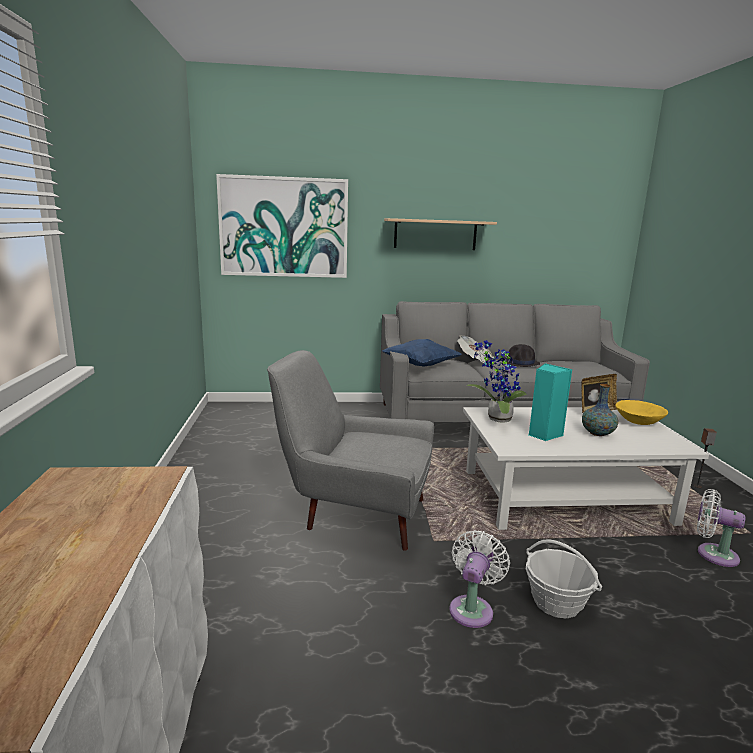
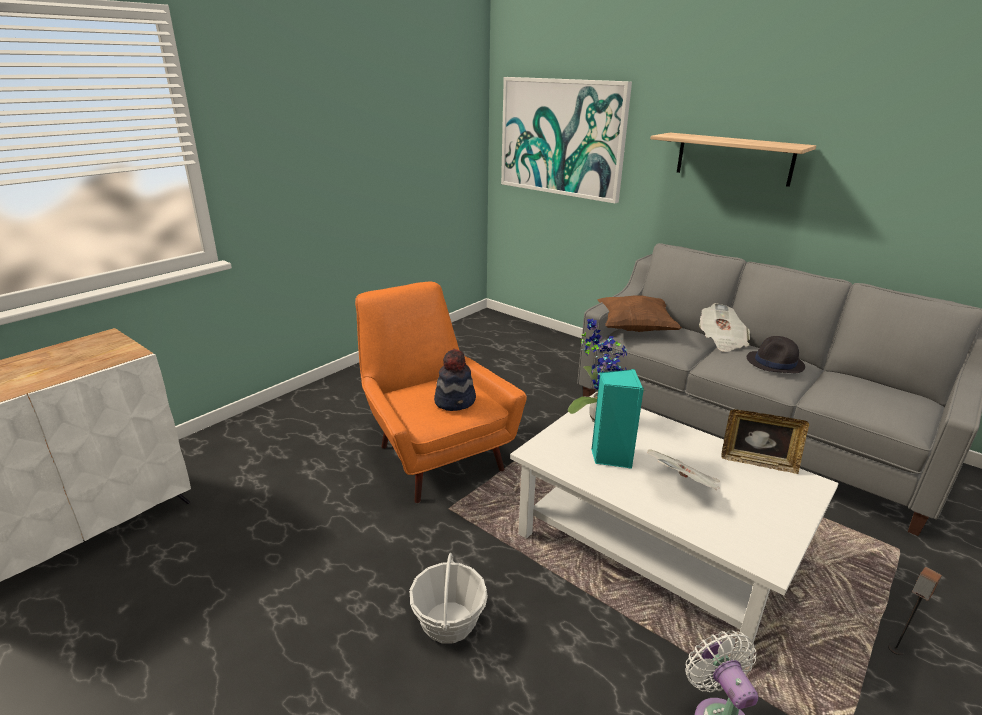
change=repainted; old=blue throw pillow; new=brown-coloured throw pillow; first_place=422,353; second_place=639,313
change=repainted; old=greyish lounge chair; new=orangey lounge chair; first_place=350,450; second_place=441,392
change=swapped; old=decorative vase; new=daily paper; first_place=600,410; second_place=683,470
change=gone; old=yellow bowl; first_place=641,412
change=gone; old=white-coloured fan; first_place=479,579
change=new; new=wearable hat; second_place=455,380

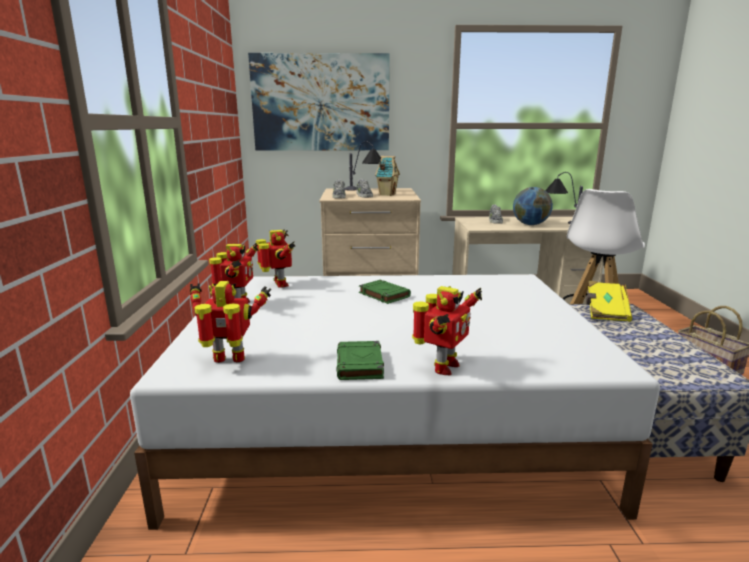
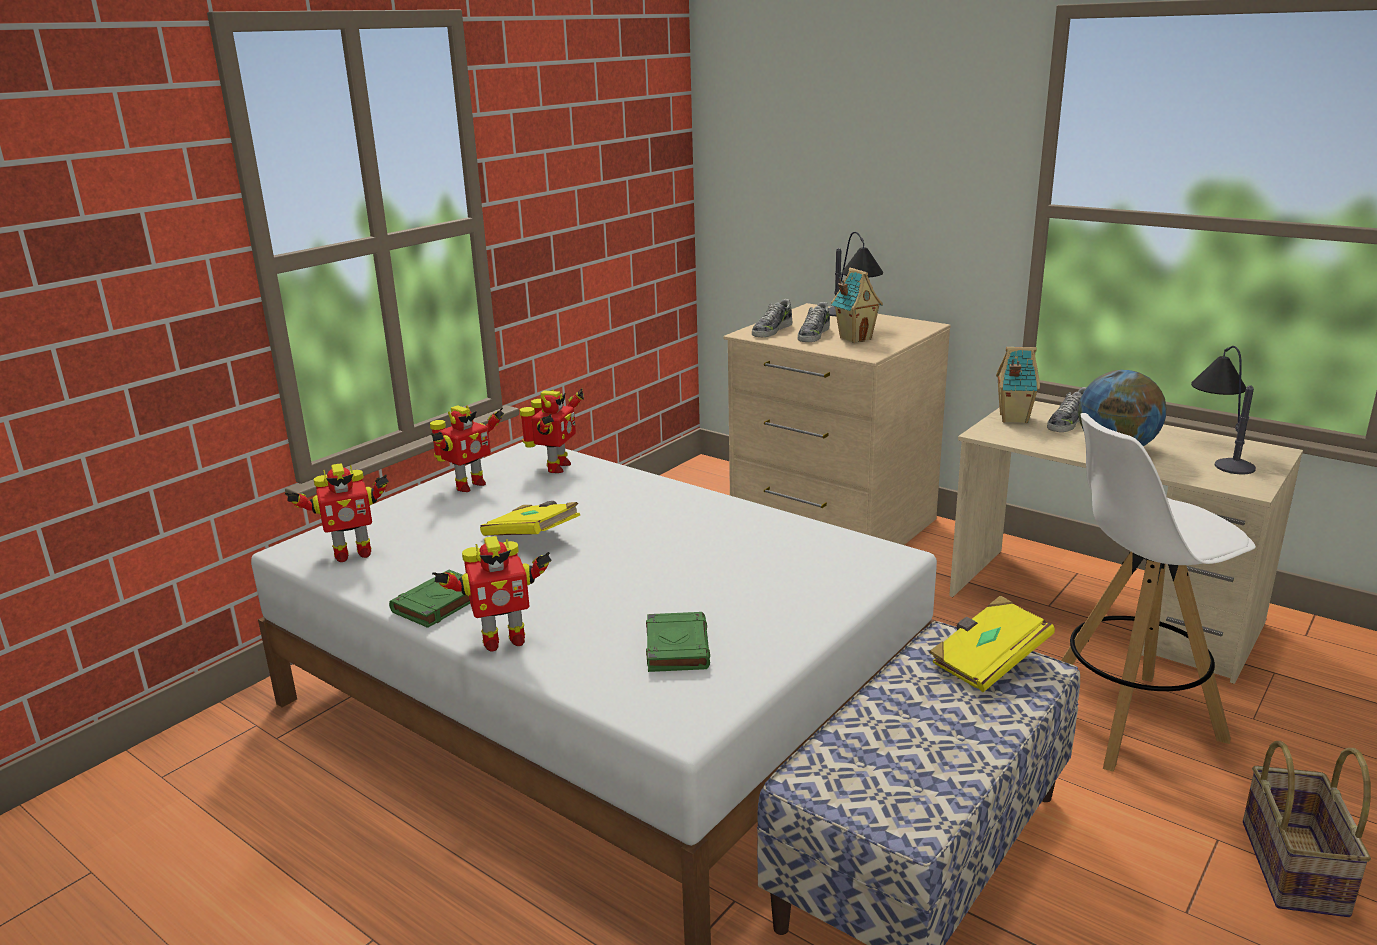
change=gone; old=picture; first_place=319,102
change=shifted; old=green-coloured book; first_place=385,292; second_place=678,642
change=rotated; old=robot figure; first_place=230,322; second_place=337,512; degrees=120
change=new; new=miniature house; second_place=1018,385
change=new; new=yellow book; second_place=530,518

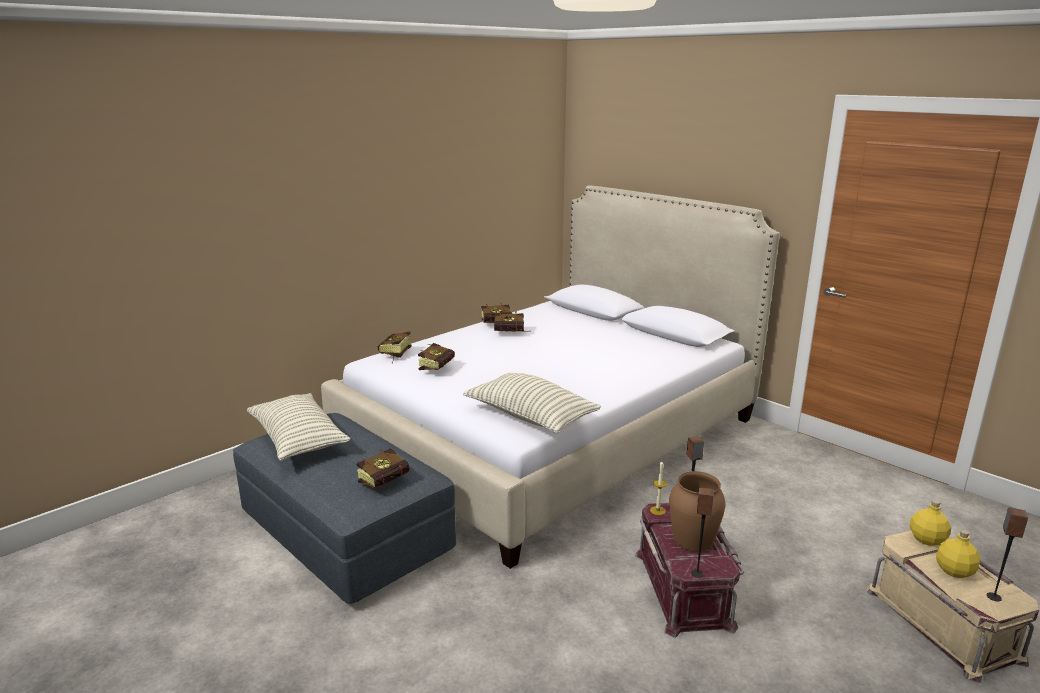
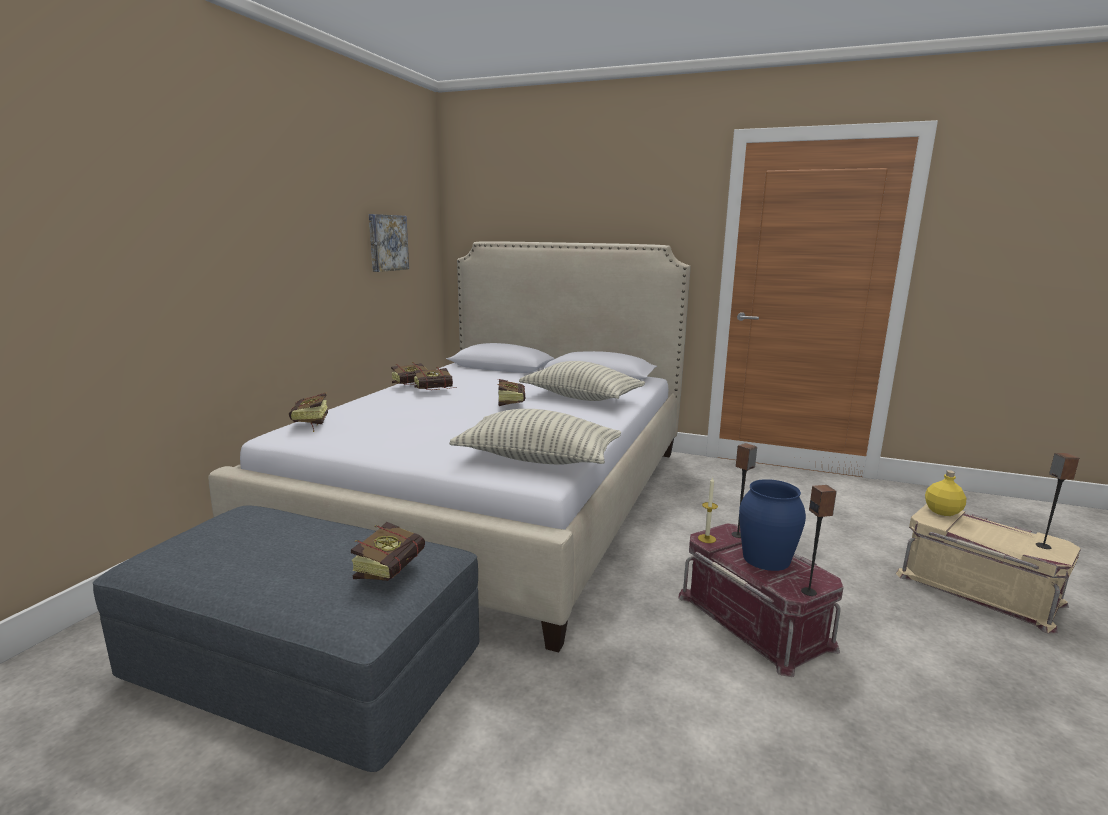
change=shifted; old=book; first_place=436,356; second_place=511,392
change=shifted; old=throw pillow; first_place=299,427; second_place=582,381
change=repainted; old=brown-coloured decorative vase; new=blue decorative vase; first_place=697,511; second_place=772,525
change=gone; old=yellow drink bottle; first_place=958,553
change=new; new=picture; second_place=389,243

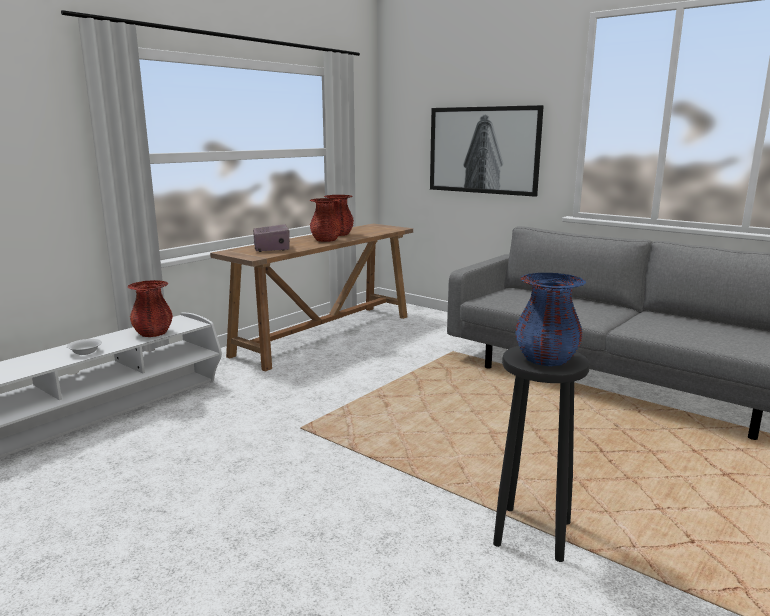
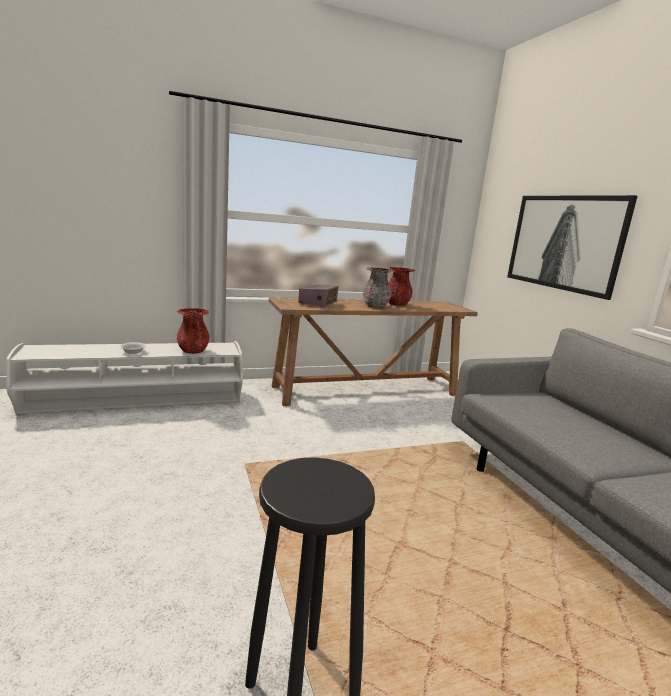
change=repainted; old=reddish decorative vase; new=greyish decorative vase; first_place=325,220; second_place=378,287
change=gone; old=blue decorative vase; first_place=551,319

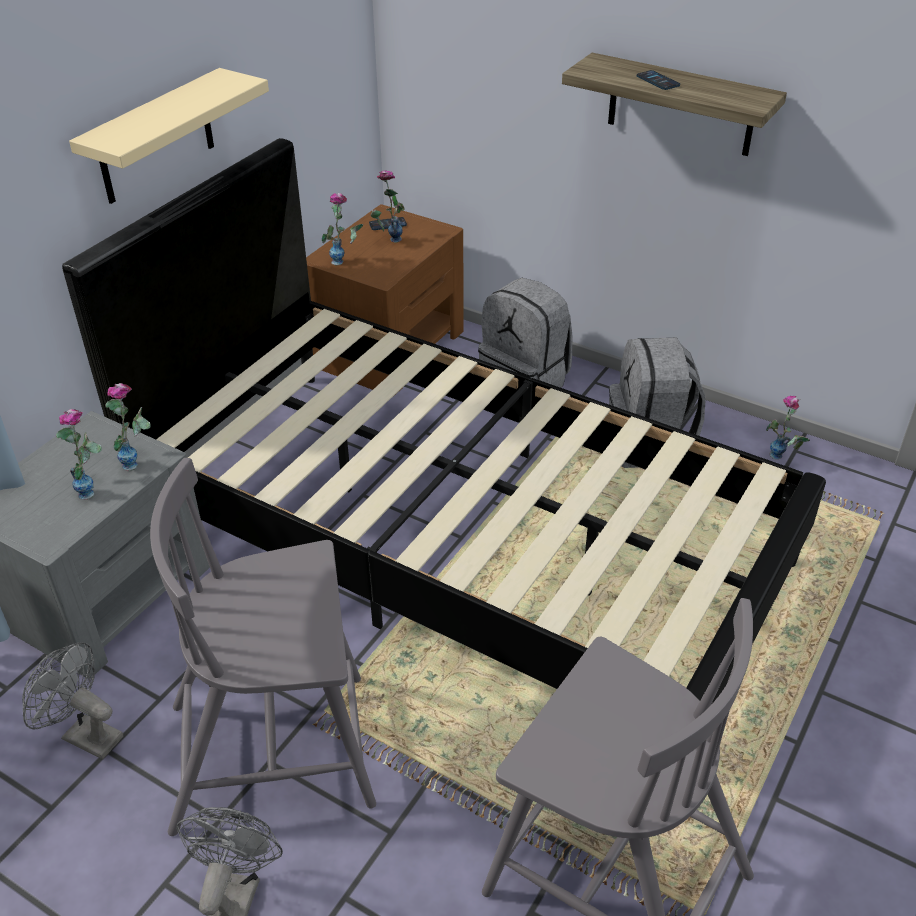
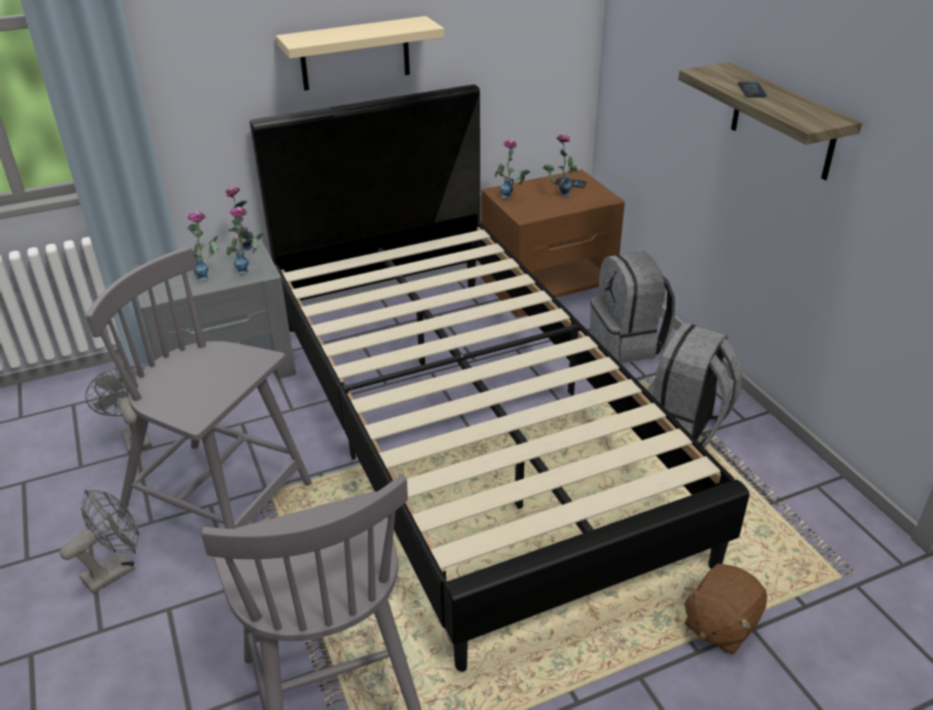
change=shifted; old=decorative vase; first_place=788,427; second_place=239,218
change=new; new=brown-coloured plush toy; second_place=725,609

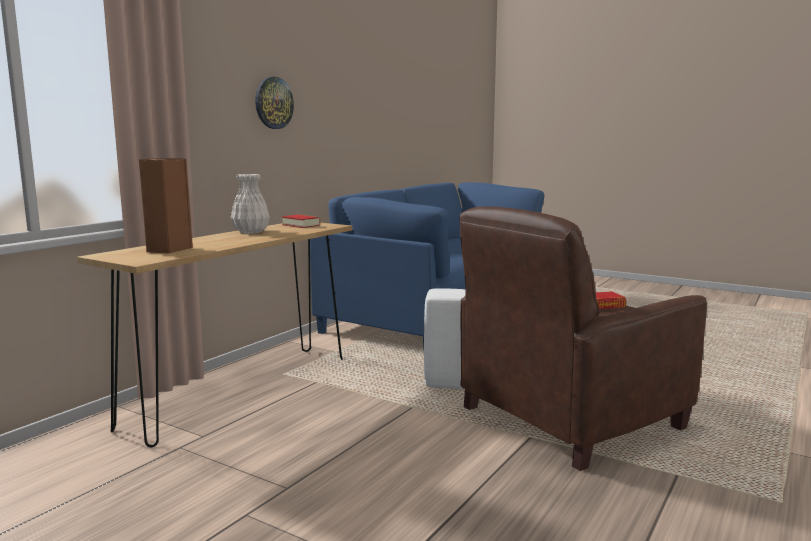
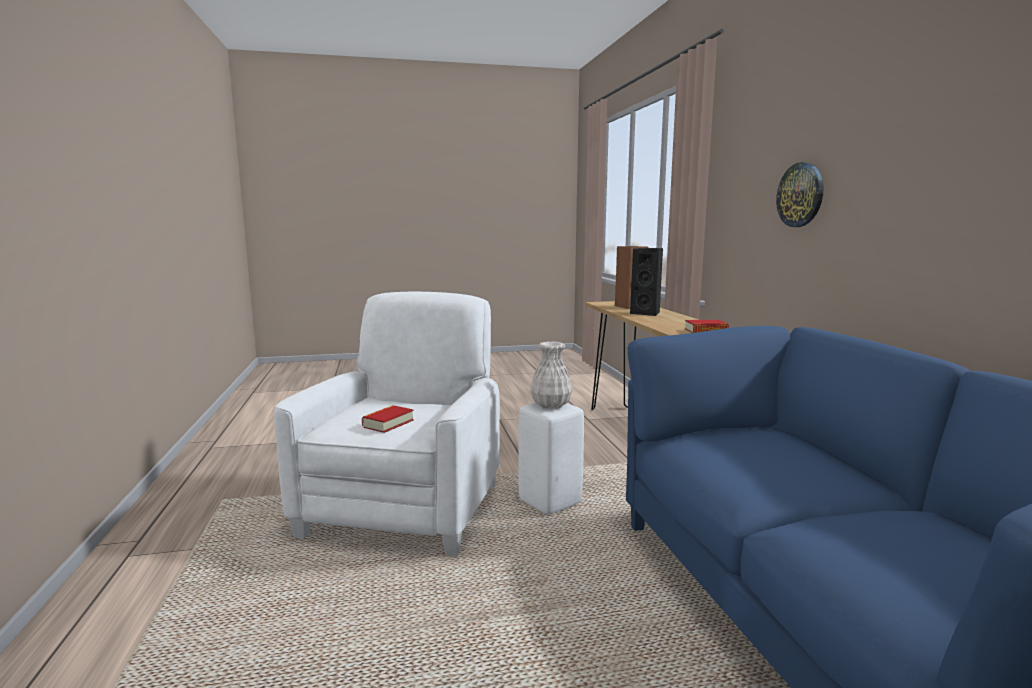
change=shifted; old=white-coloured decorative vase; first_place=250,204; second_place=551,375
change=repainted; old=brown-coloured lounge chair; new=white-coloured lounge chair; first_place=583,338; second_place=387,424
change=new; new=blackish audio speaker; second_place=646,282

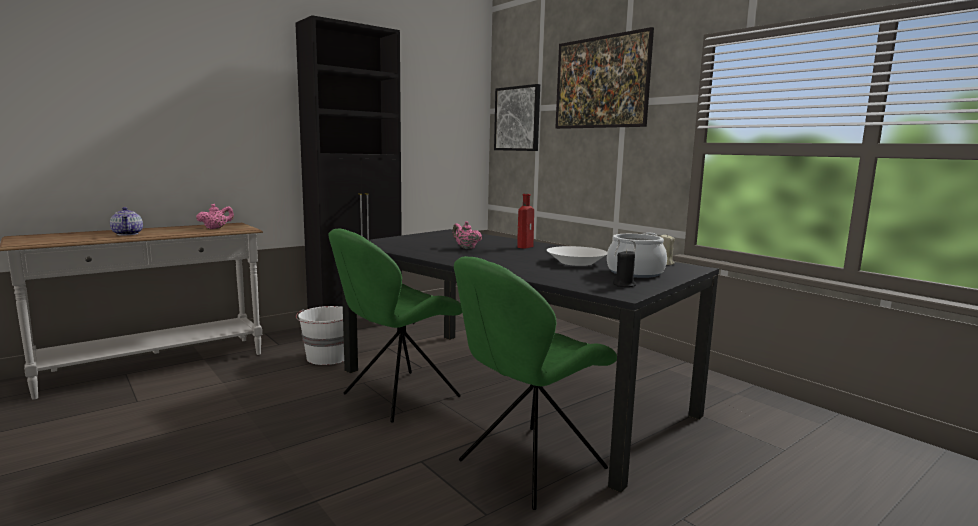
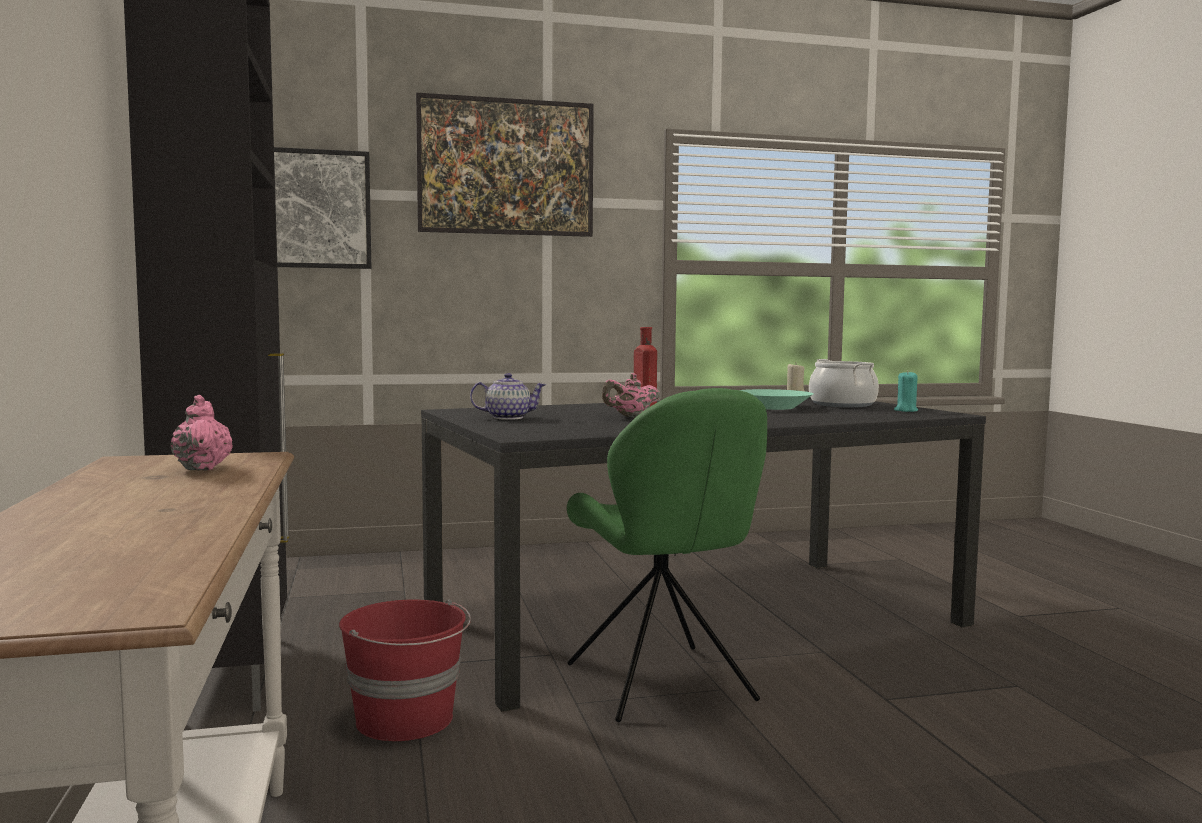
change=shifted; old=tea pot; first_place=126,221; second_place=508,396
change=repainted; old=white-coloured bowl; new=turquoise-coloured bowl; first_place=577,256; second_place=777,399
change=repainted; old=blackish wax candle; new=turquoise-coloured wax candle; first_place=624,268; second_place=906,391
change=gone; old=green-coloured upright chair; first_place=535,383
change=repainted; old=white-coloured water bucket; new=reddish water bucket; first_place=320,335; second_place=405,670

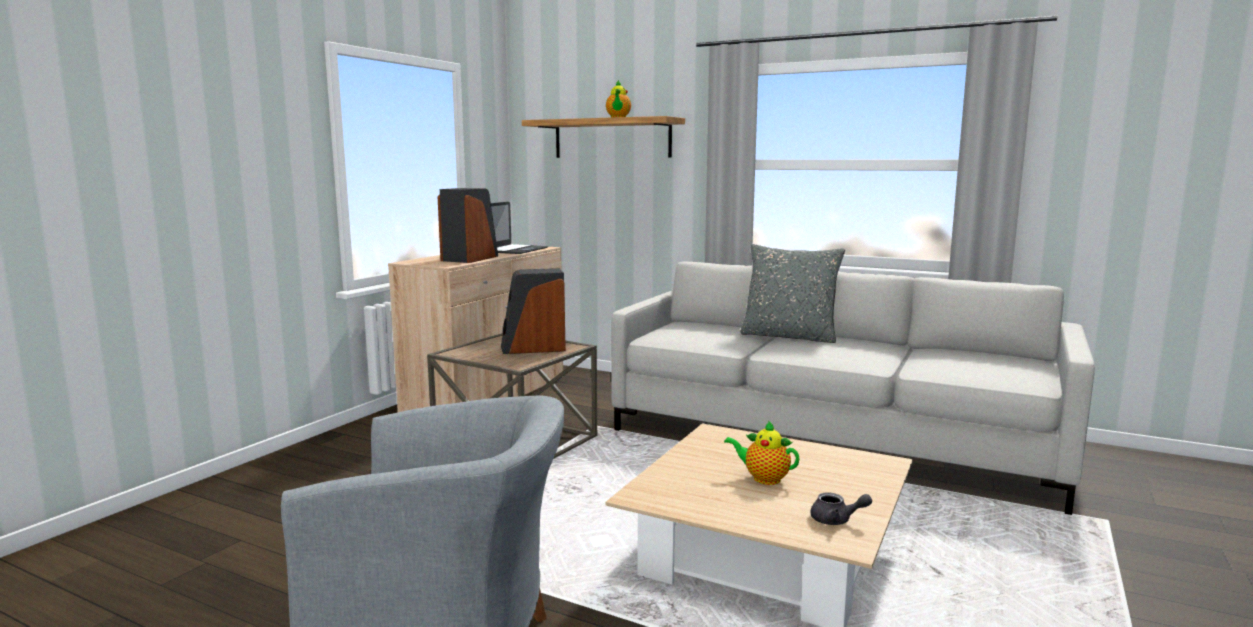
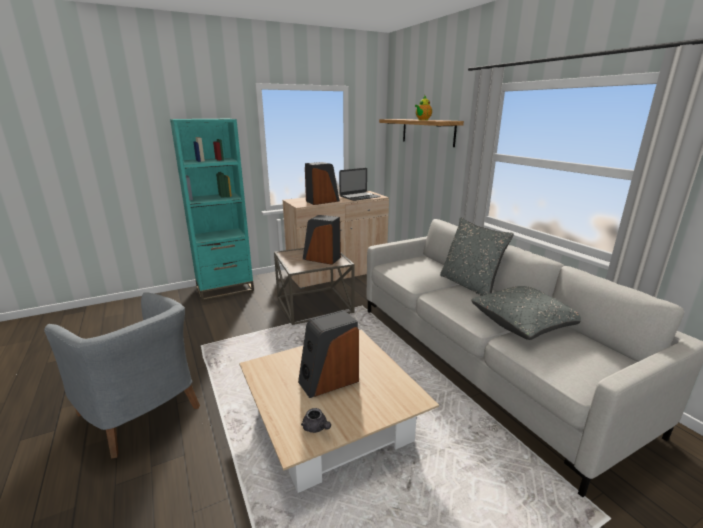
change=swapped; old=tea pot; new=audio speaker; first_place=762,452; second_place=328,354
change=new; new=turquoise-coloured shelving unit; second_place=212,210
change=new; new=greyish throw pillow; second_place=526,313

